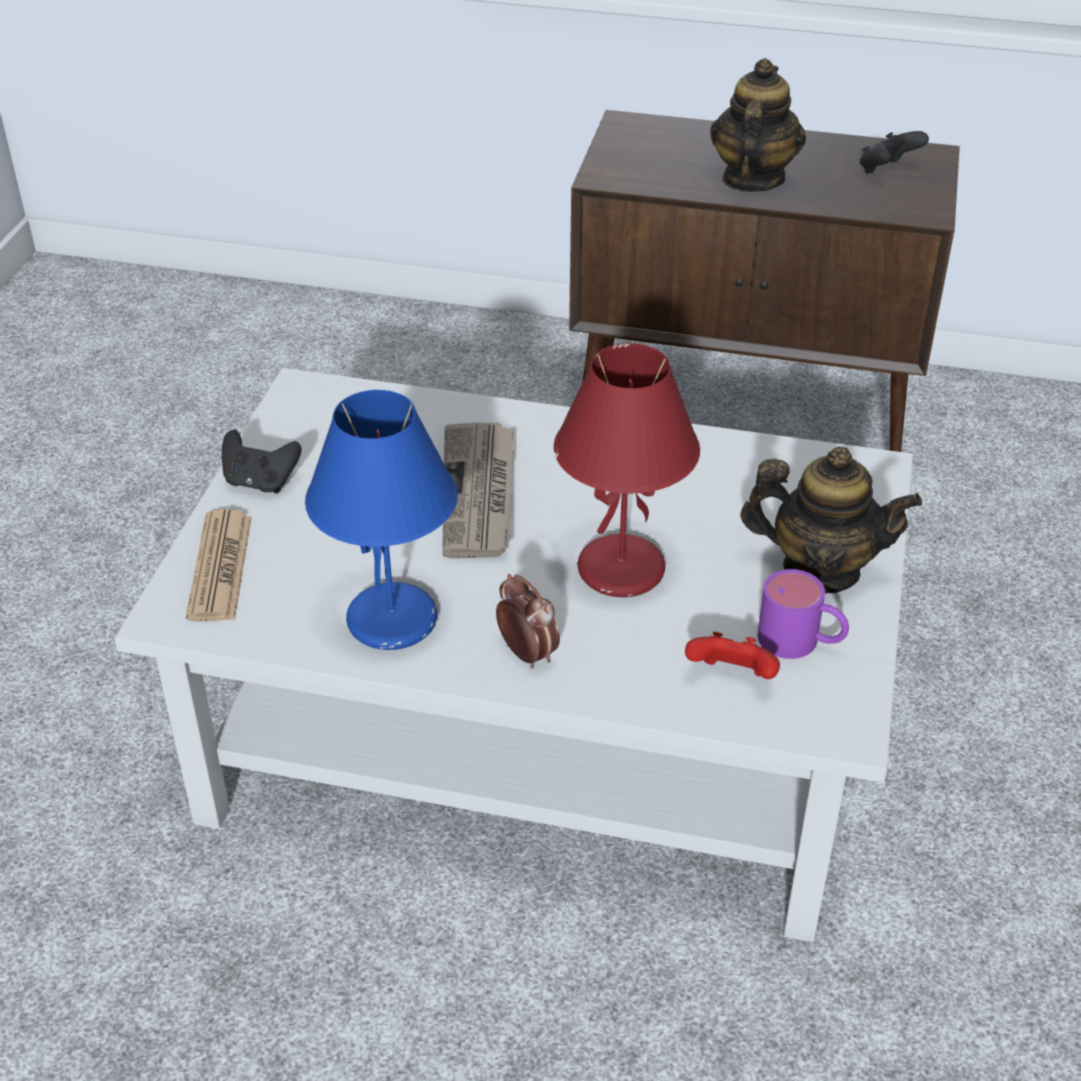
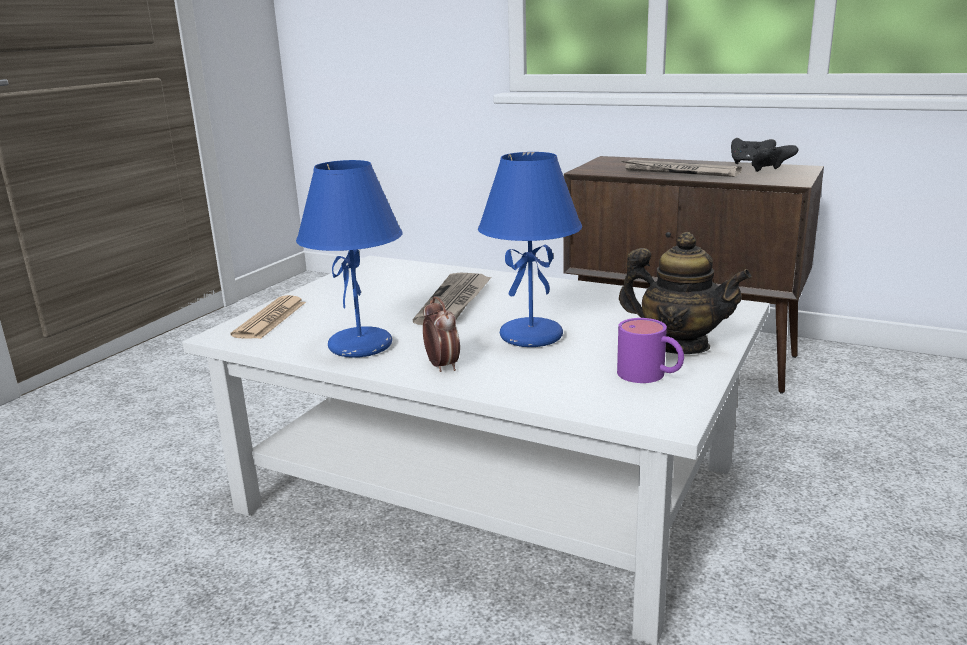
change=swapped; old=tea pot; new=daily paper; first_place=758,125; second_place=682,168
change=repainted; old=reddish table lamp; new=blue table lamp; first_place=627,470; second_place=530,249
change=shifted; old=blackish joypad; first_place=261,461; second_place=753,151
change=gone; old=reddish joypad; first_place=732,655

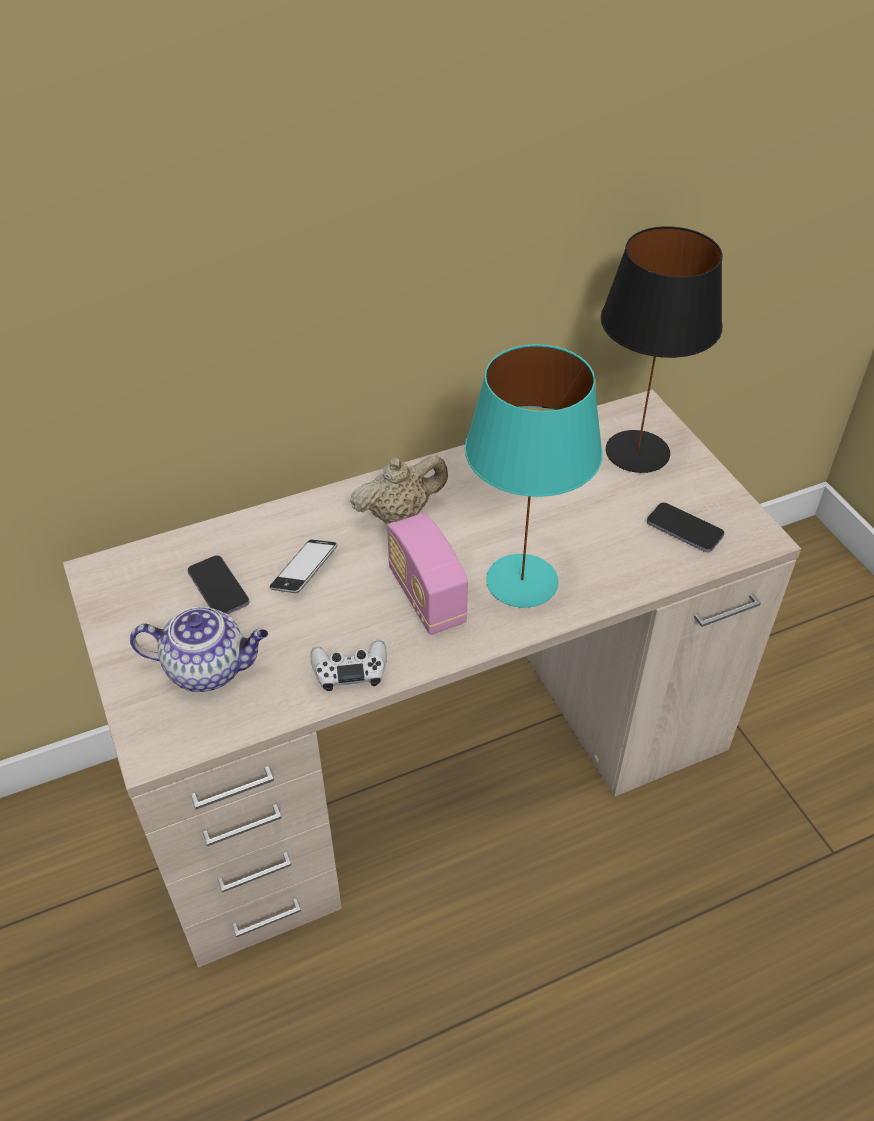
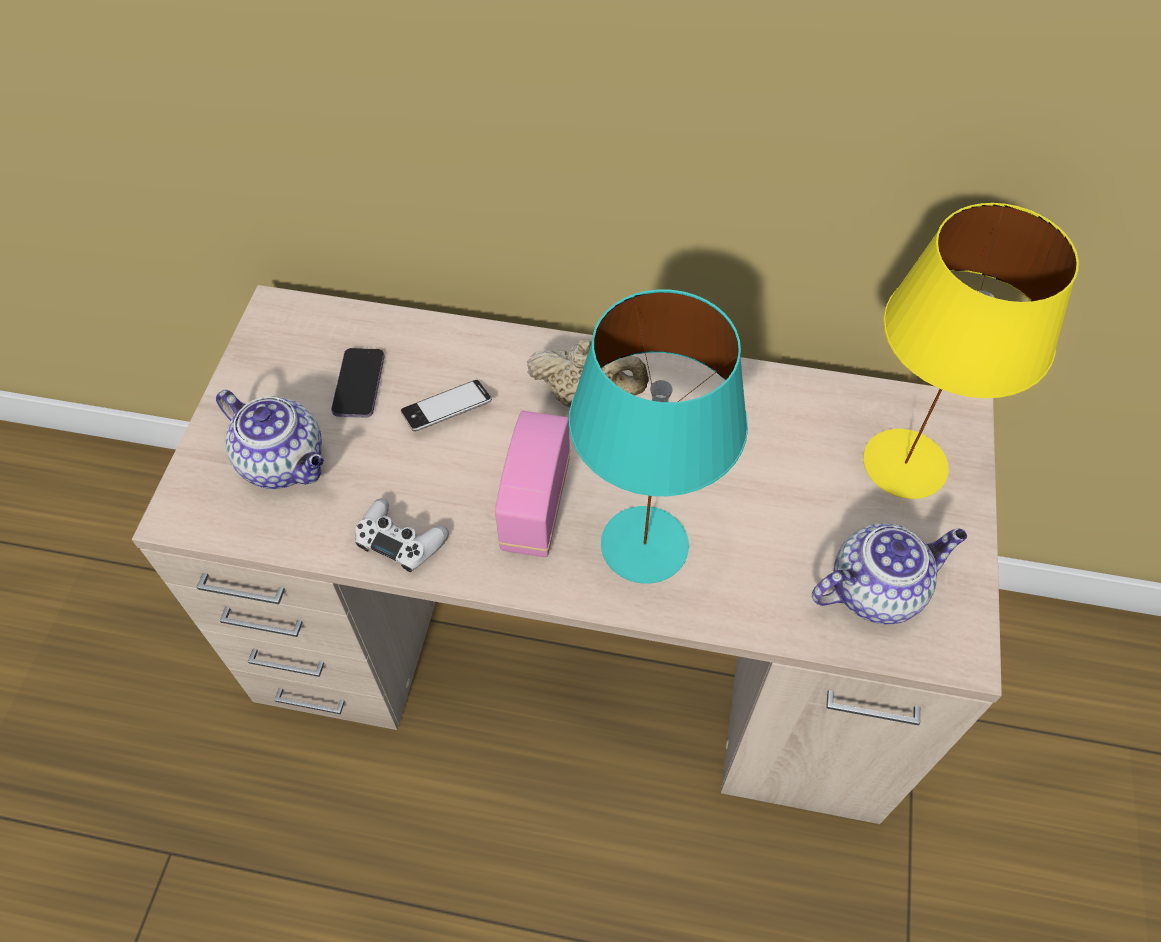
change=repainted; old=blackish table lamp; new=yellow table lamp; first_place=661,349; second_place=971,351
change=swapped; old=phone; new=tea pot; first_place=686,527; second_place=889,574

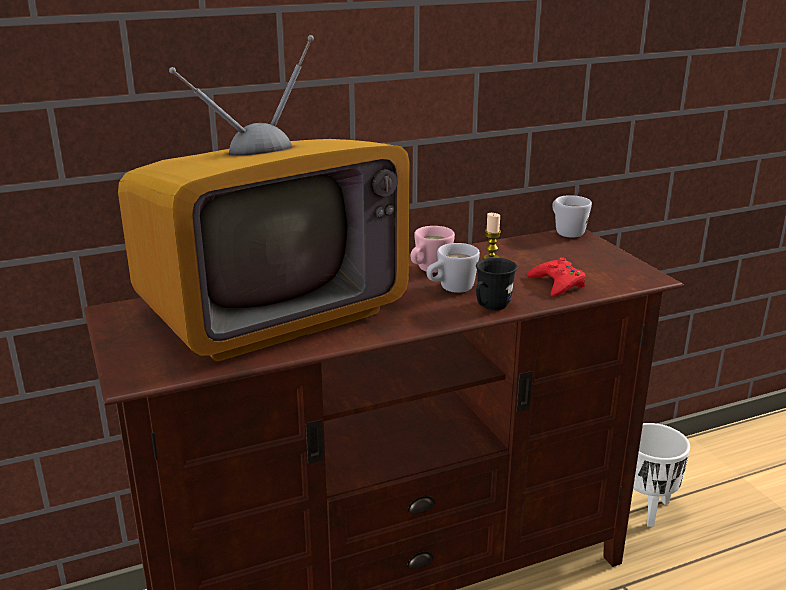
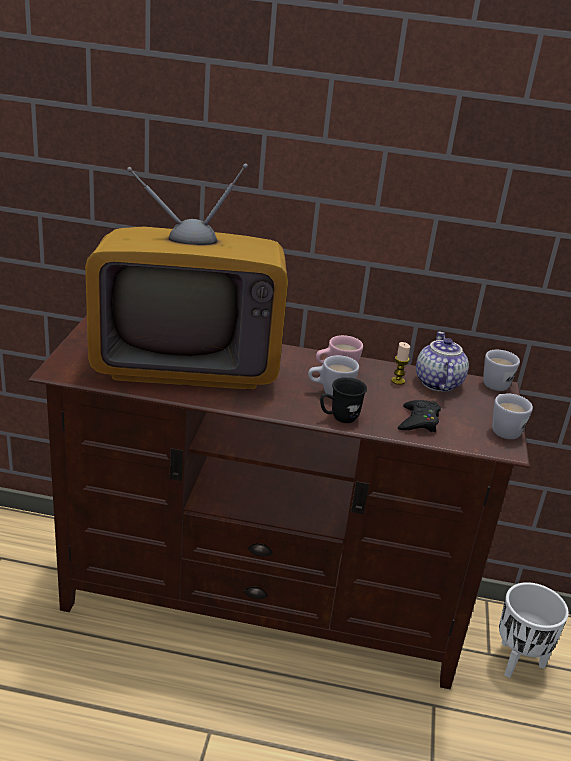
change=repainted; old=reddish joypad; new=blackish joypad; first_place=556,277; second_place=419,416
change=new; new=tea pot; second_place=442,361
change=new; new=white-coloured tea mug; second_place=512,416

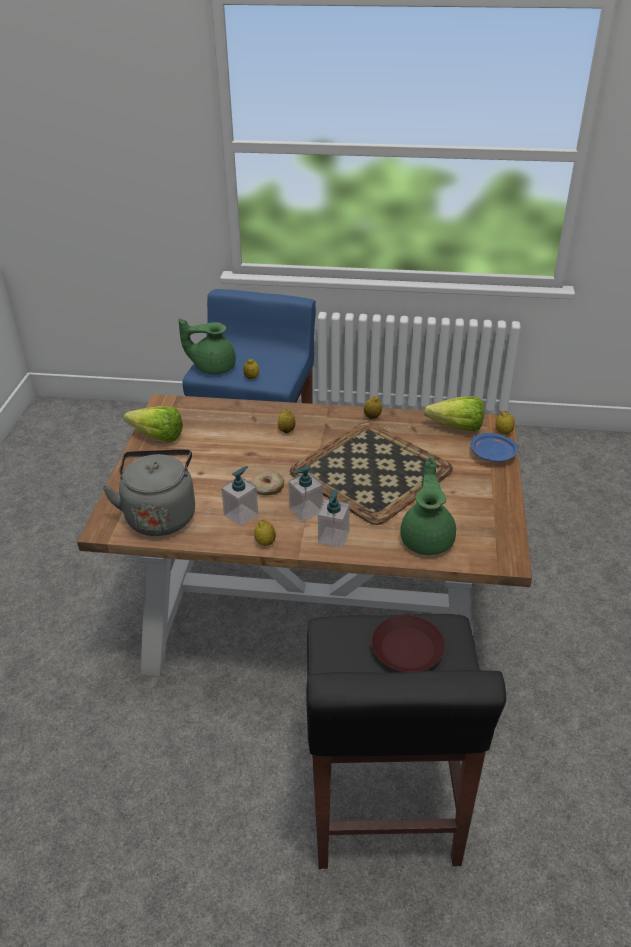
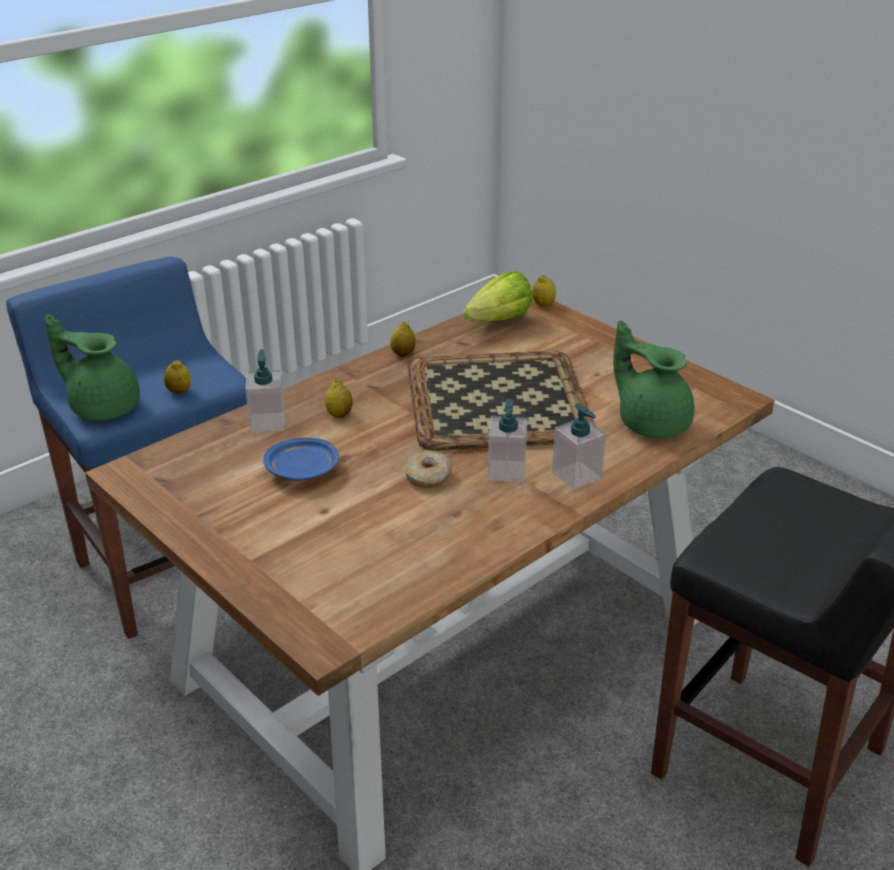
change=rotated; old=green-coloured tea pot; first_place=207,346; second_place=92,368; degrees=75
change=gone; old=lettuce head; first_place=153,424
change=shifted; old=blue flat dish; first_place=494,447; second_place=301,459
change=gone; old=greyish kettle; first_place=148,492
change=shifted; old=soap dispenser; first_place=239,496; second_place=265,390
change=gone; old=lemon; first_place=265,532
change=gone; old=brown-coloured flat dish; first_place=408,643

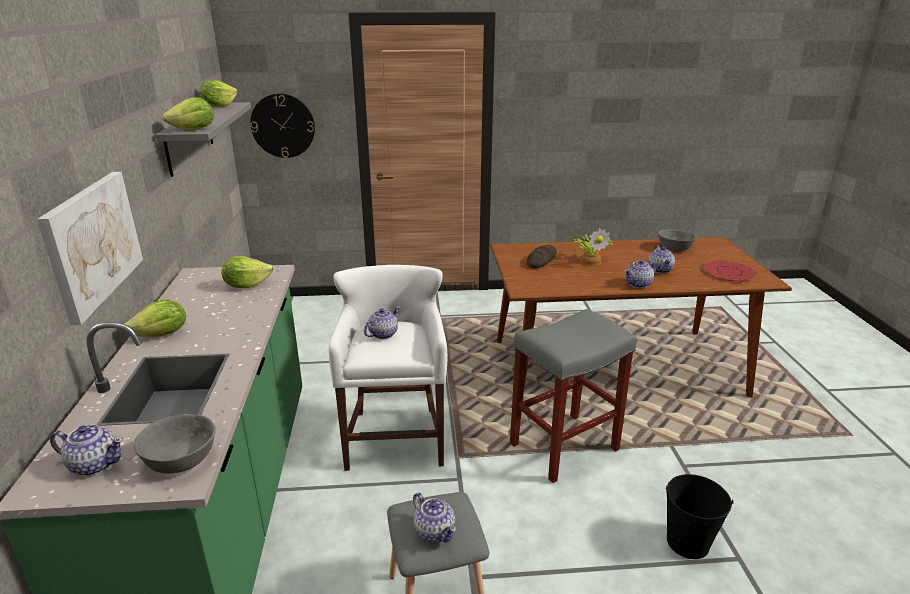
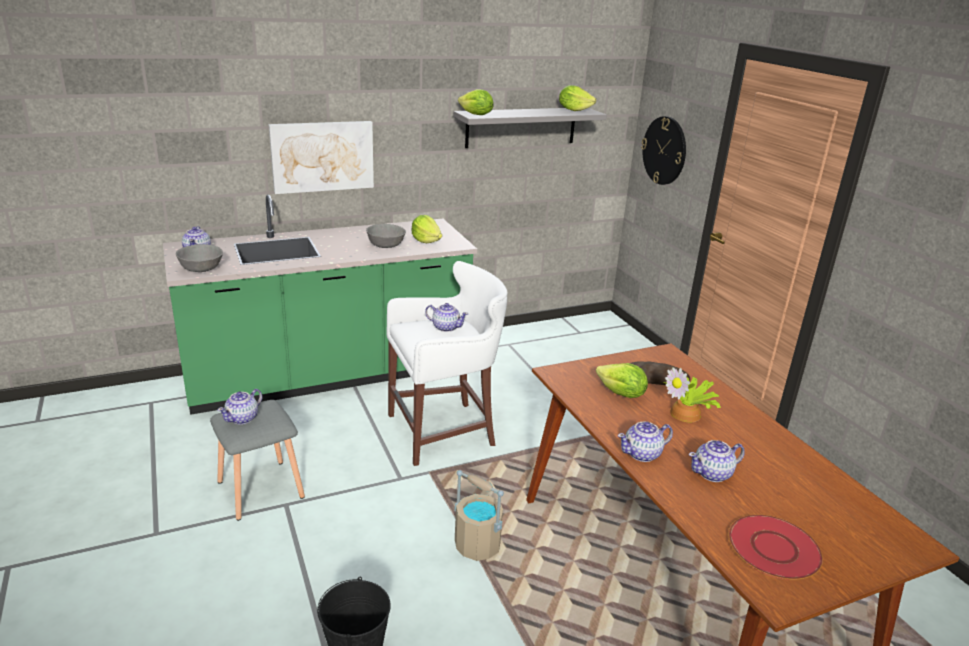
change=shifted; old=greyish bowl; first_place=677,240; second_place=386,236
change=rotated; old=tea pot; first_place=640,274; second_place=645,442; degrees=-60
change=shifted; old=lettuce head; first_place=155,318; second_place=622,380
change=swapped; old=greyish sitting stool; new=sand-coloured water bucket; first_place=573,396; second_place=479,515

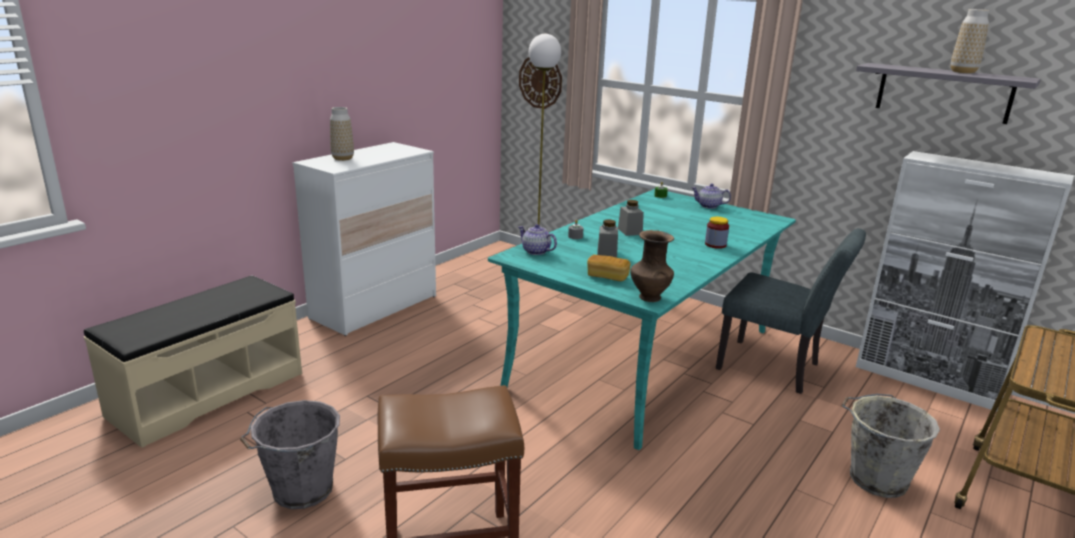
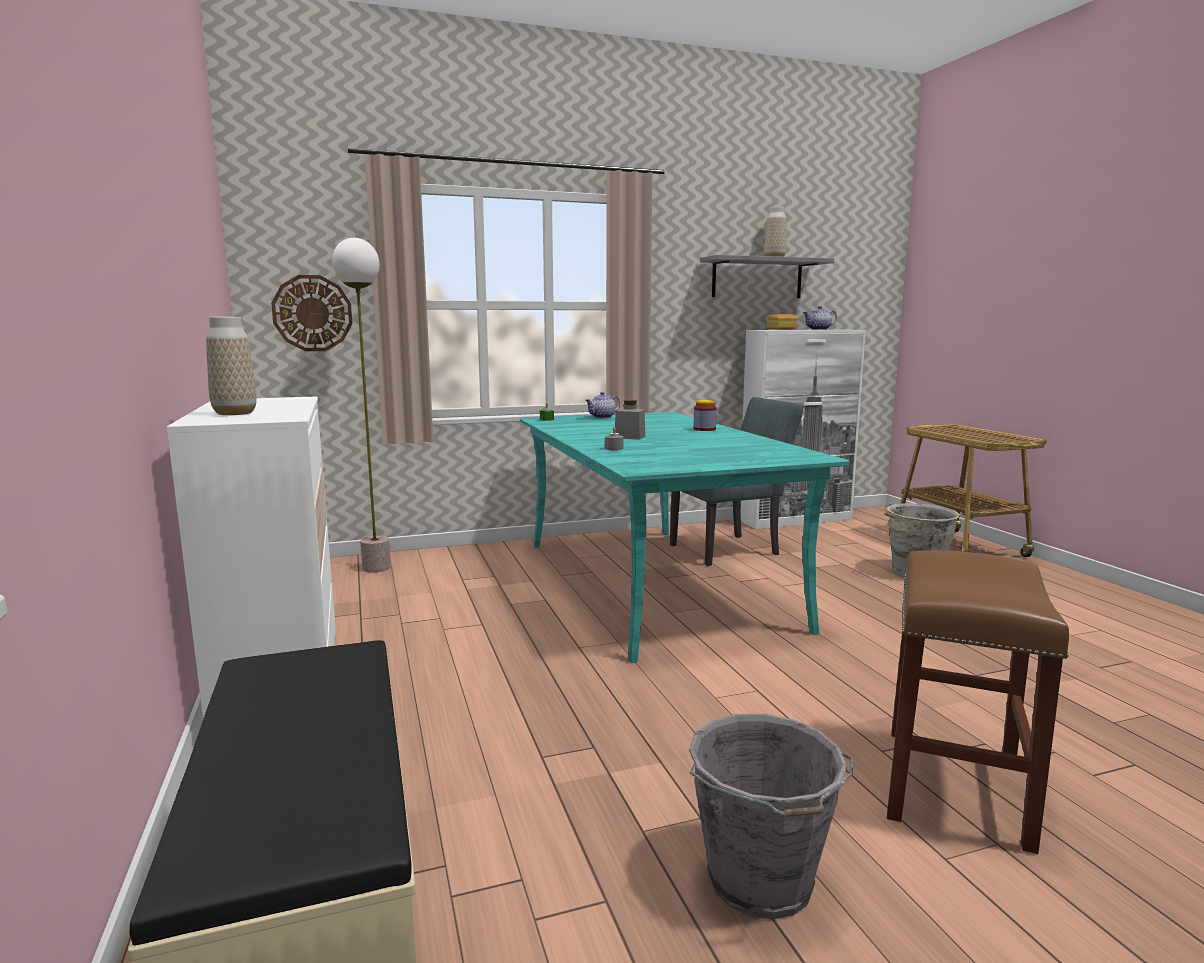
change=gone; old=greyish storage jar; first_place=607,238
change=shifted; old=tea pot; first_place=537,239; second_place=820,318
change=gone; old=brown-coloured decorative vase; first_place=652,266
change=shifted; old=bakery bread; first_place=609,268; second_place=782,322

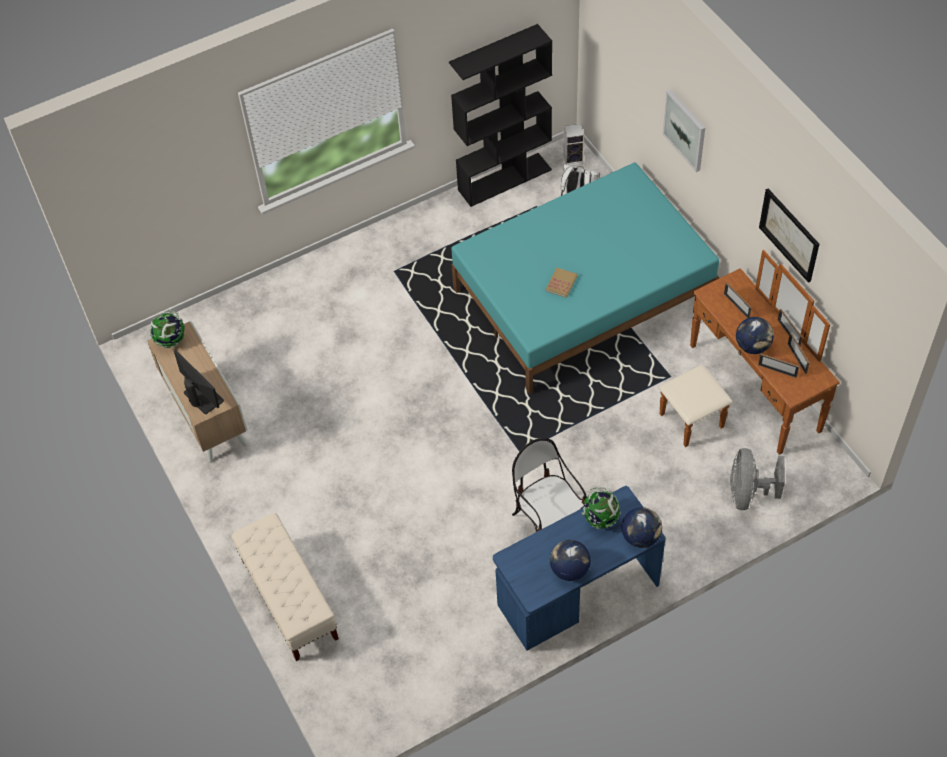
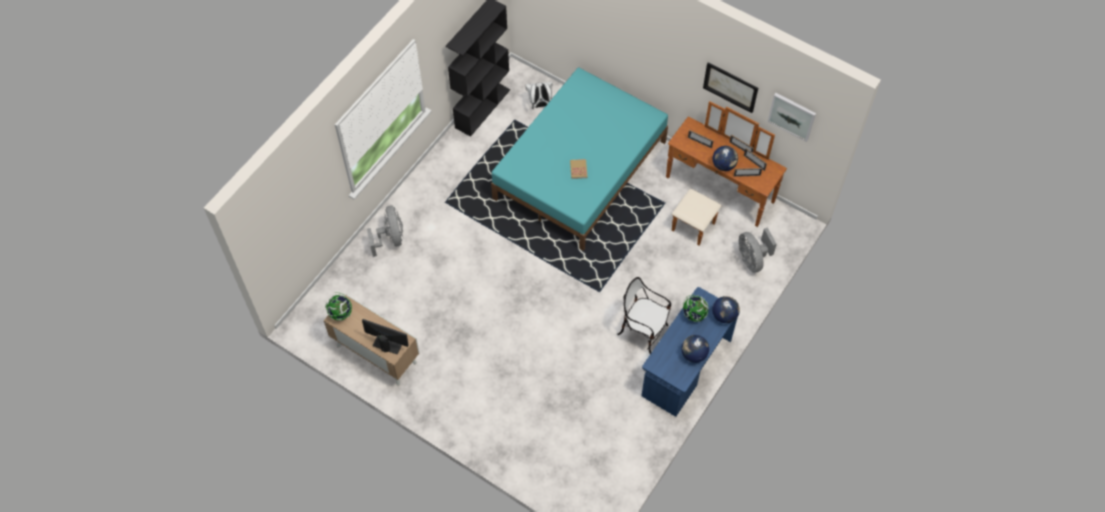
change=shifted; old=picture; first_place=684,131; second_place=791,117
change=gone; old=audio speaker; first_place=573,145
change=gone; old=sand-coloured bench; first_place=285,587
change=new; new=greyish fan; second_place=385,231

